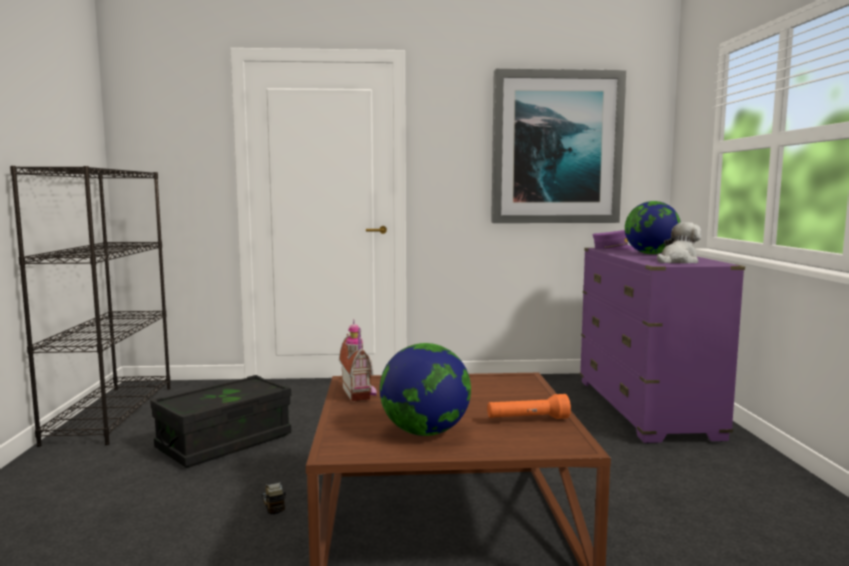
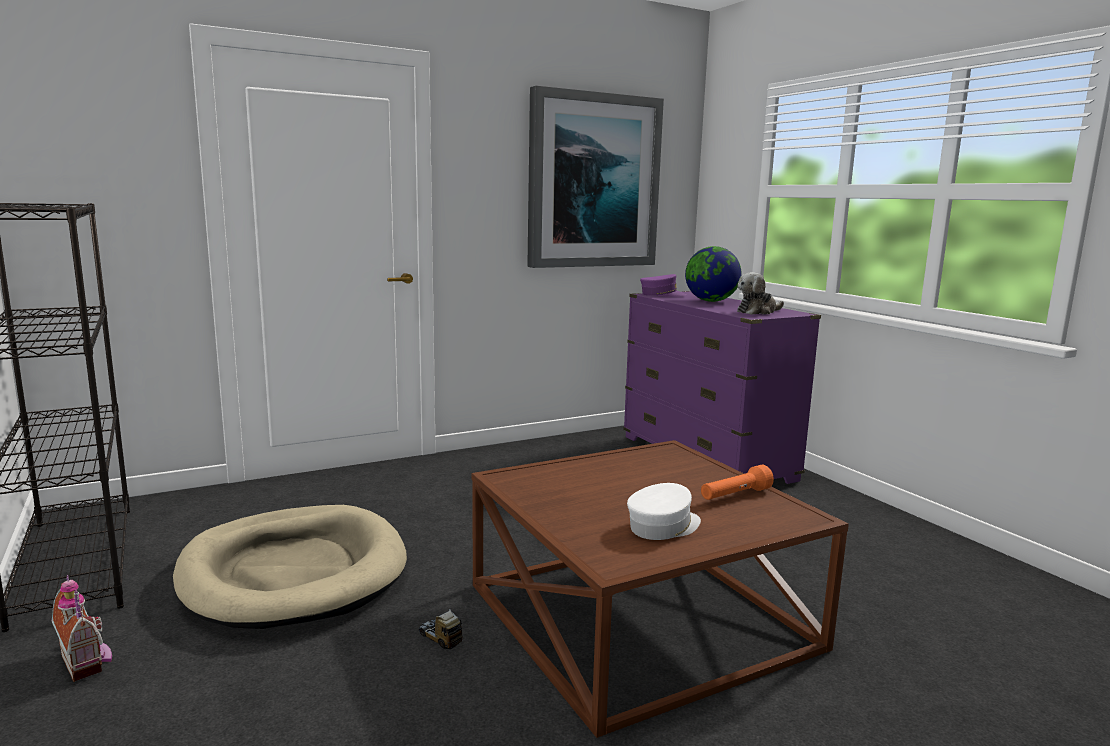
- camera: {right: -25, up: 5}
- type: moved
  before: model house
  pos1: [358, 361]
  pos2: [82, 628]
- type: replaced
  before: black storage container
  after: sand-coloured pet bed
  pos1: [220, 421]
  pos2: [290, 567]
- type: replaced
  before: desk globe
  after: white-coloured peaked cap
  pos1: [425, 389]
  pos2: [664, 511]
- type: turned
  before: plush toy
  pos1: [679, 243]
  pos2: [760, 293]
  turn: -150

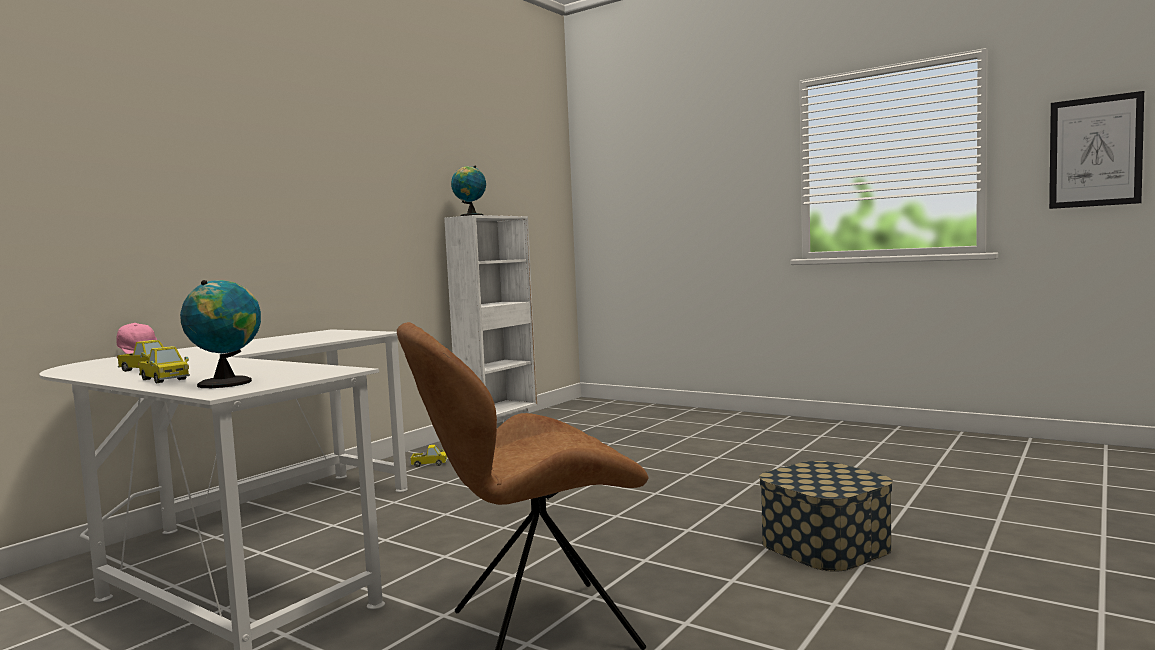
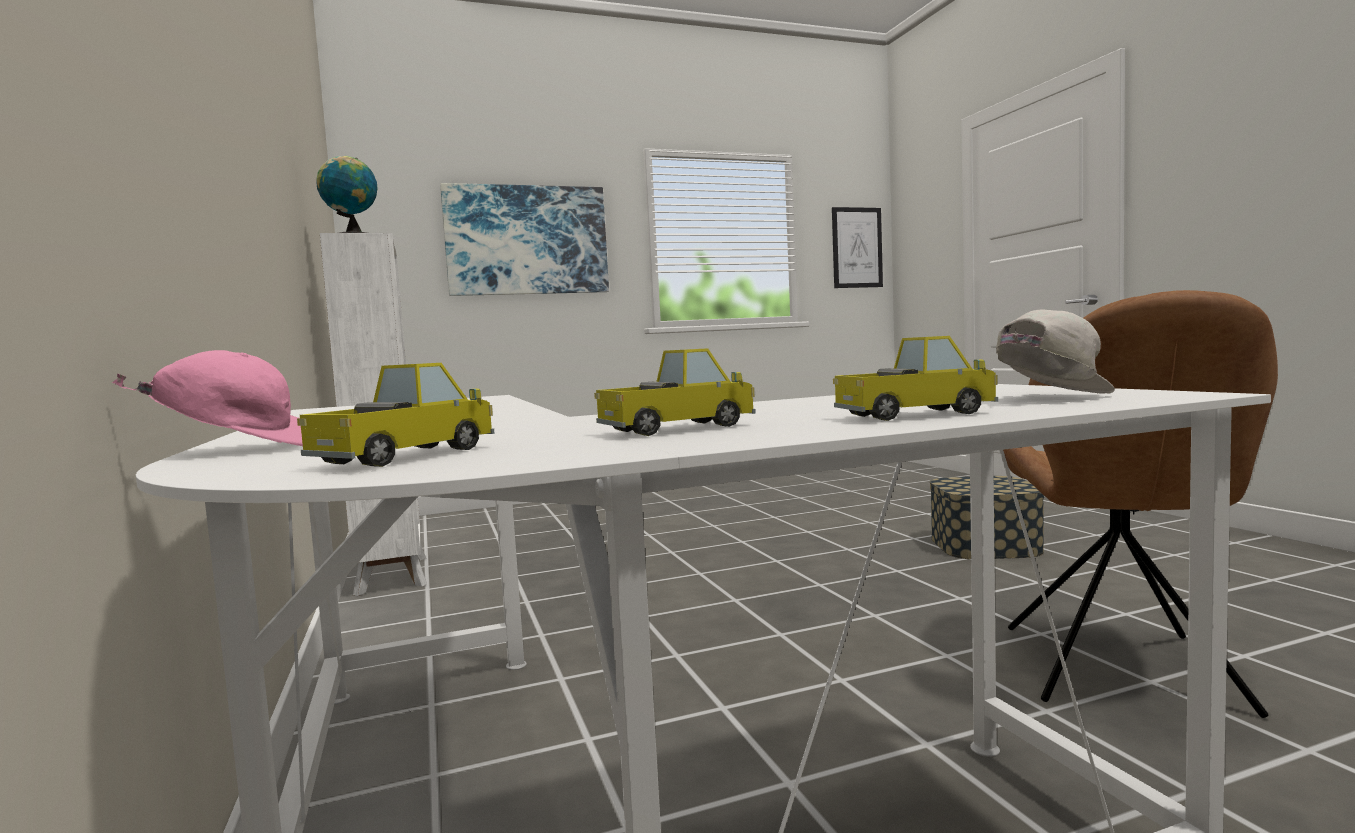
- camera: {right: -55, up: 0}
- type: moved
  before: toy truck
  pos1: [429, 456]
  pos2: [396, 415]
- type: added
  after: wall picture
  pos2: [524, 239]
- type: replaced
  before: desk globe
  after: white-coloured peaked cap
  pos1: [220, 334]
  pos2: [1055, 351]

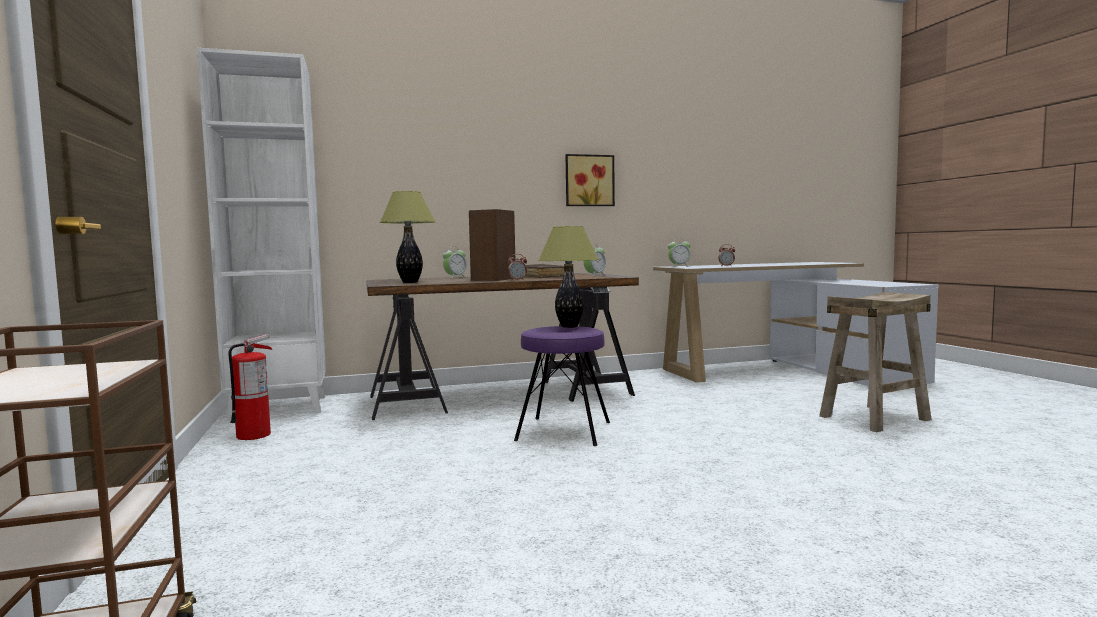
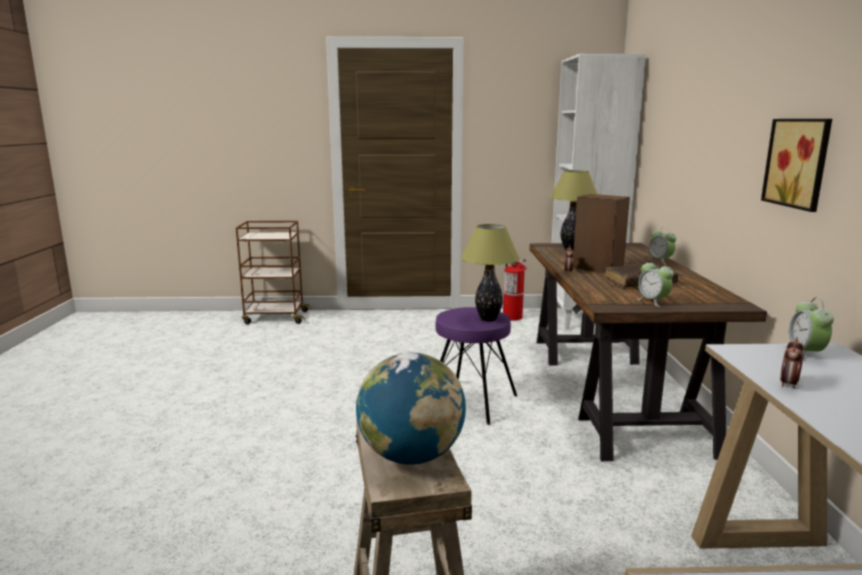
- camera: {right: 105, up: 10}
- type: added
  after: desk globe
  pos2: [411, 409]

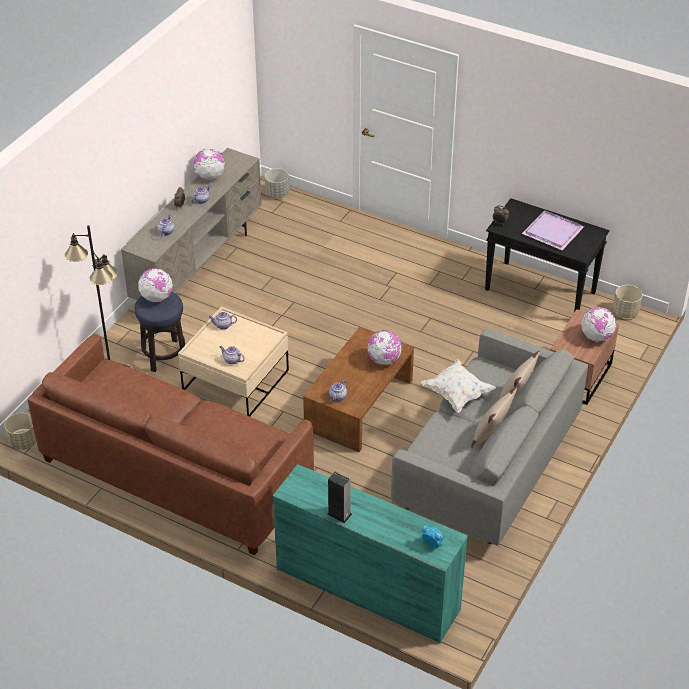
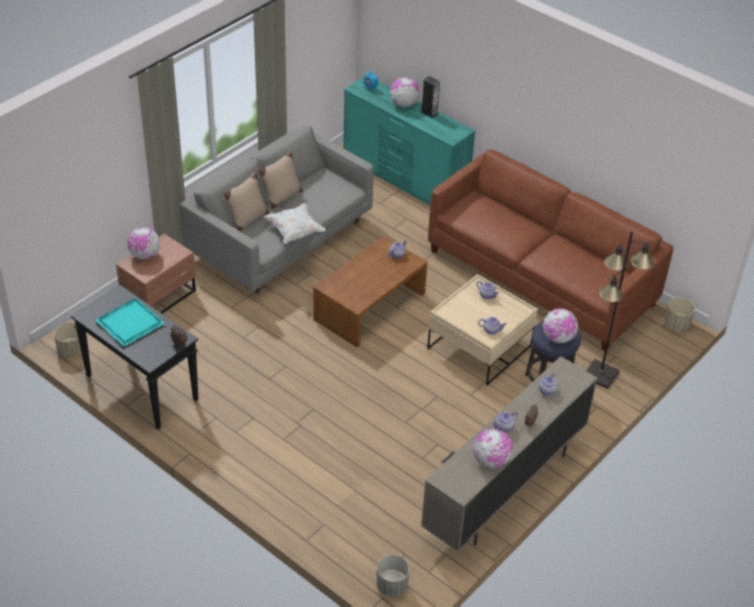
- camera: {right: -170, up: 0}
- type: recoloured
  before: purple-coloured serving tray
  after: turquoise-coloured serving tray
  pos1: [553, 230]
  pos2: [130, 322]
- type: moved
  before: desk globe
  pos1: [384, 347]
  pos2: [405, 92]

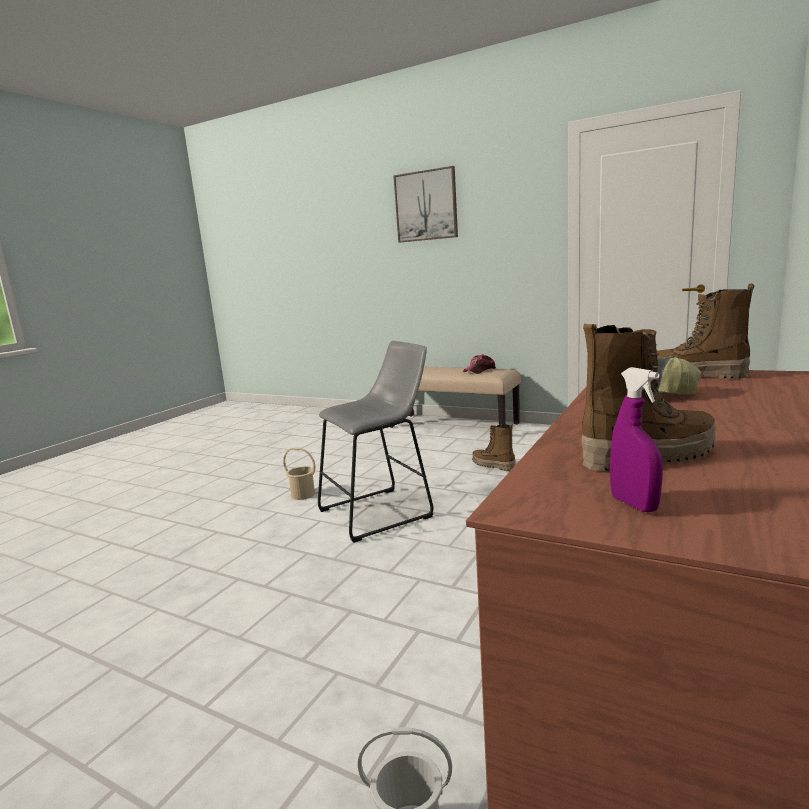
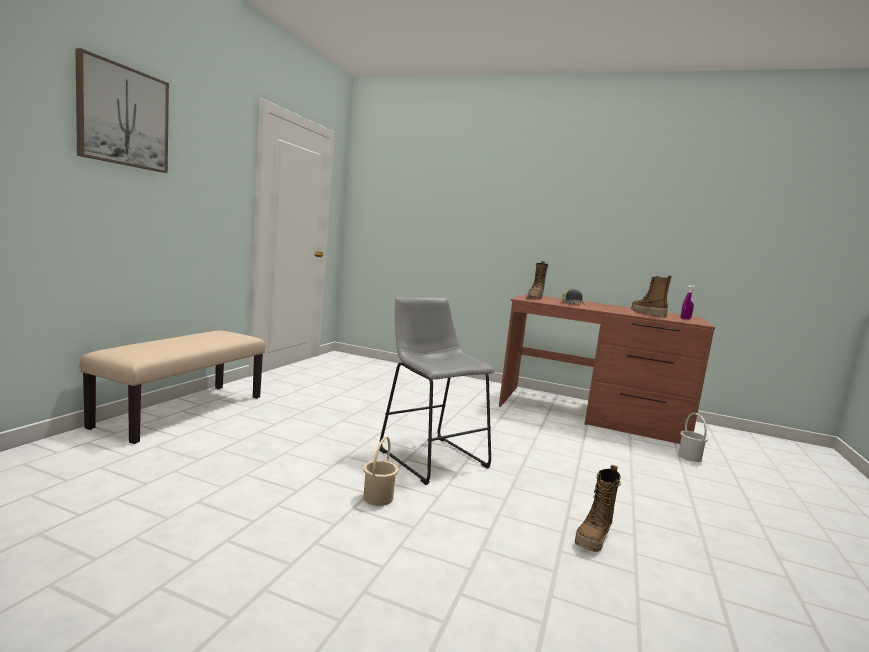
- camera: {right: -100, up: -5}
- type: moved
  before: boot
  pos1: [494, 447]
  pos2: [598, 508]
- type: removed
  before: peaked cap
  pos1: [479, 364]

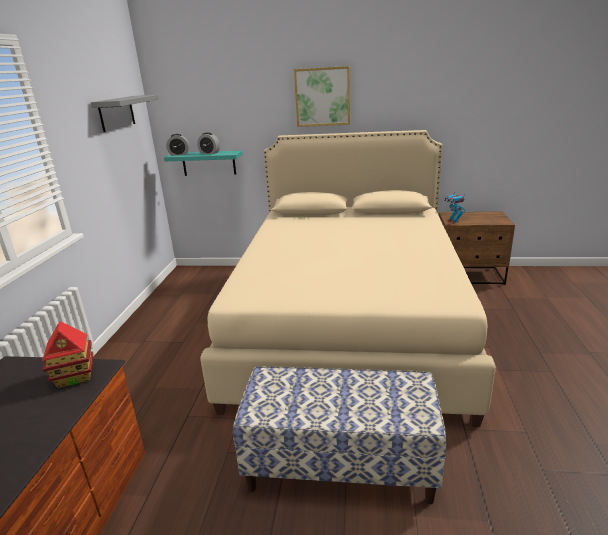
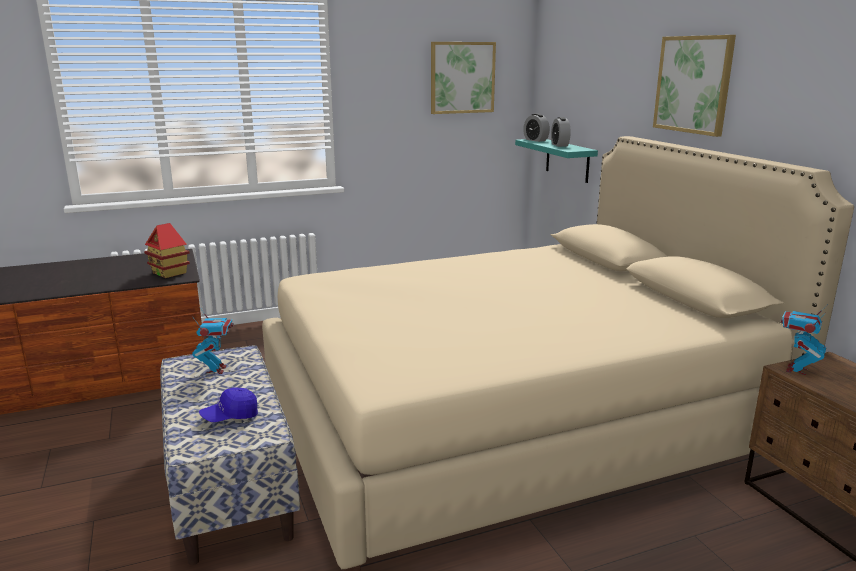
- camera: {right: 60, up: -5}
- type: added
  after: model robot
  pos2: [213, 341]
- type: added
  after: bluish peaked cap
  pos2: [228, 404]
- type: replaced
  before: gray shelf
  after: wall picture
  pos1: [125, 113]
  pos2: [463, 78]

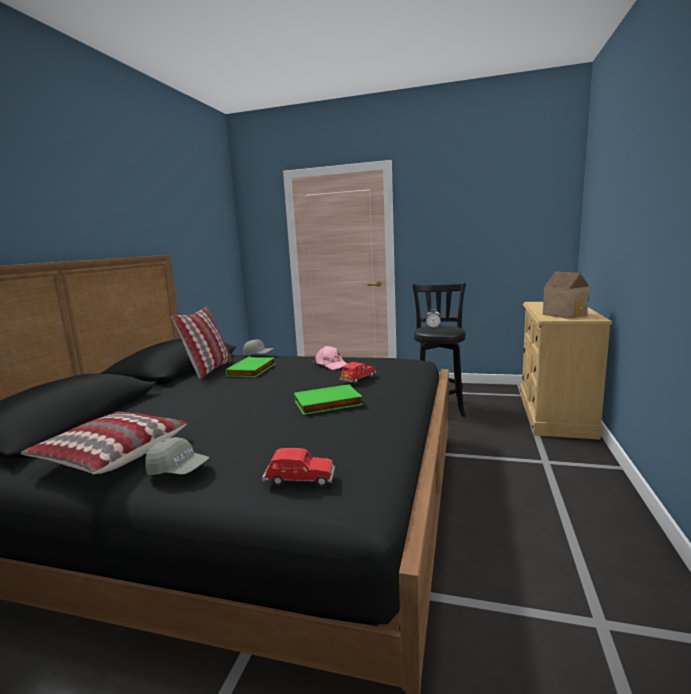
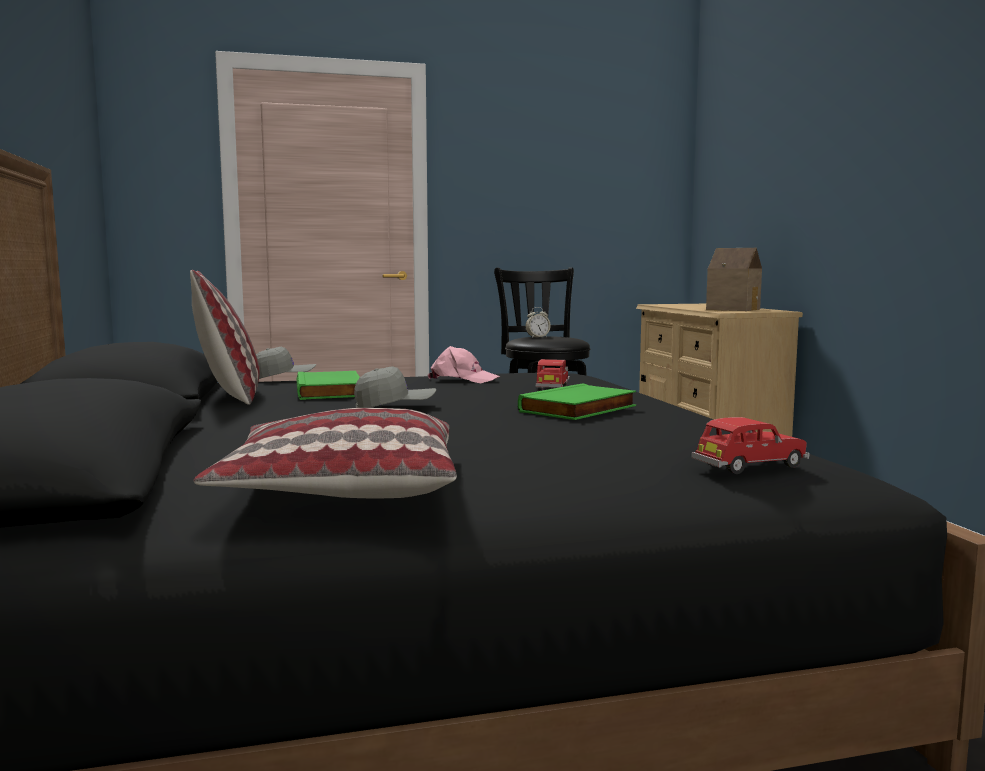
- camera: {right: -30, up: -5}
- type: moved
  before: gray peaked cap
  pos1: [177, 456]
  pos2: [395, 387]

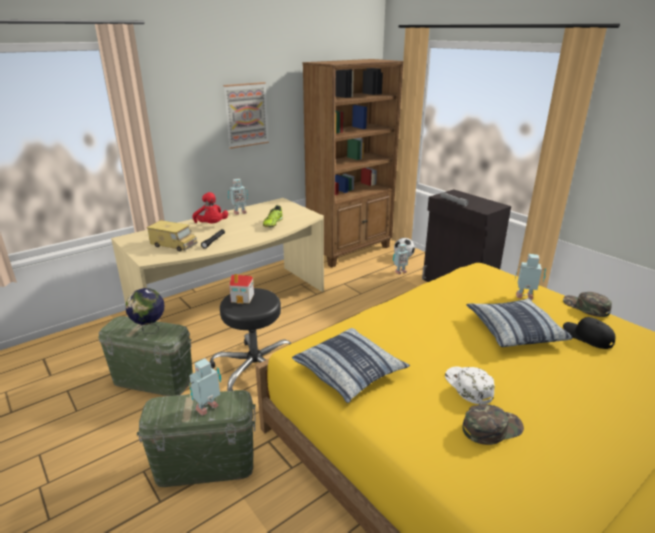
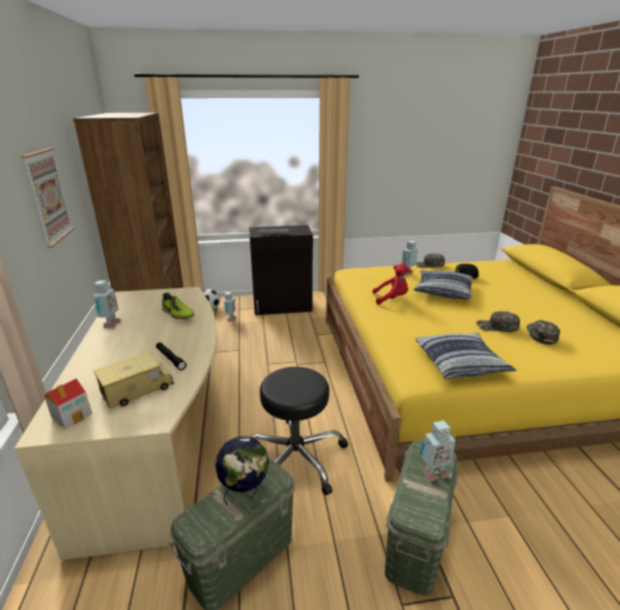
- camera: {right: -60, up: 0}
- type: moved
  before: model house
  pos1: [241, 289]
  pos2: [68, 403]
- type: moved
  before: reddish plush toy
  pos1: [210, 208]
  pos2: [391, 284]
- type: turned
  before: model robot
  pos1: [205, 387]
  pos2: [438, 451]
  turn: -90
- type: recoloured
  before: white-coloured peaked cap
  after: green peaked cap
  pos1: [470, 385]
  pos2: [498, 321]

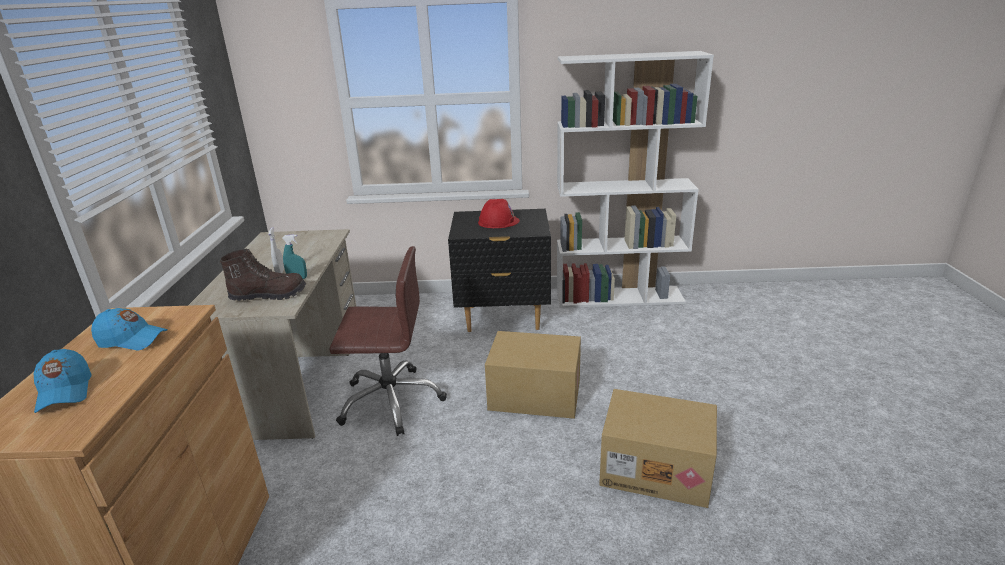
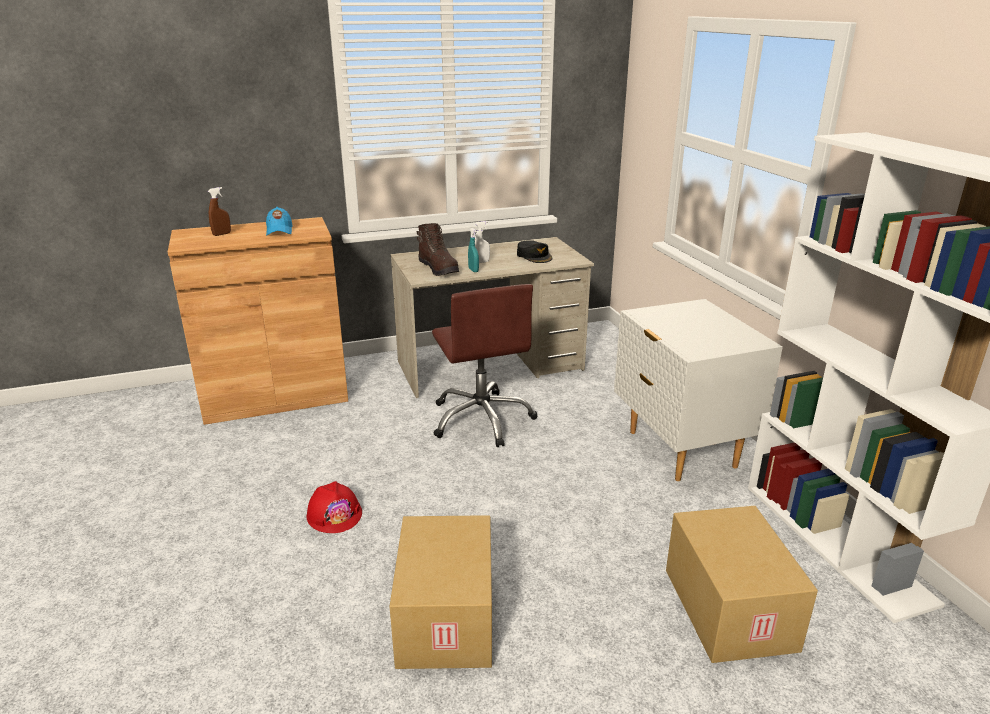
- camera: {right: 70, up: 0}
- type: replaced
  before: bluish peaked cap
  after: brownish hand sprayer
  pos1: [63, 381]
  pos2: [219, 211]
- type: moved
  before: reddish work helmet
  pos1: [499, 213]
  pos2: [334, 507]
- type: added
  after: black peaked cap
  pos2: [535, 251]
- type: recoloured
  before: black nightstand
  after: white-coloured nightstand
  pos1: [499, 270]
  pos2: [698, 390]
- type: moved
  before: packing box
  pos1: [533, 375]
  pos2: [742, 584]

